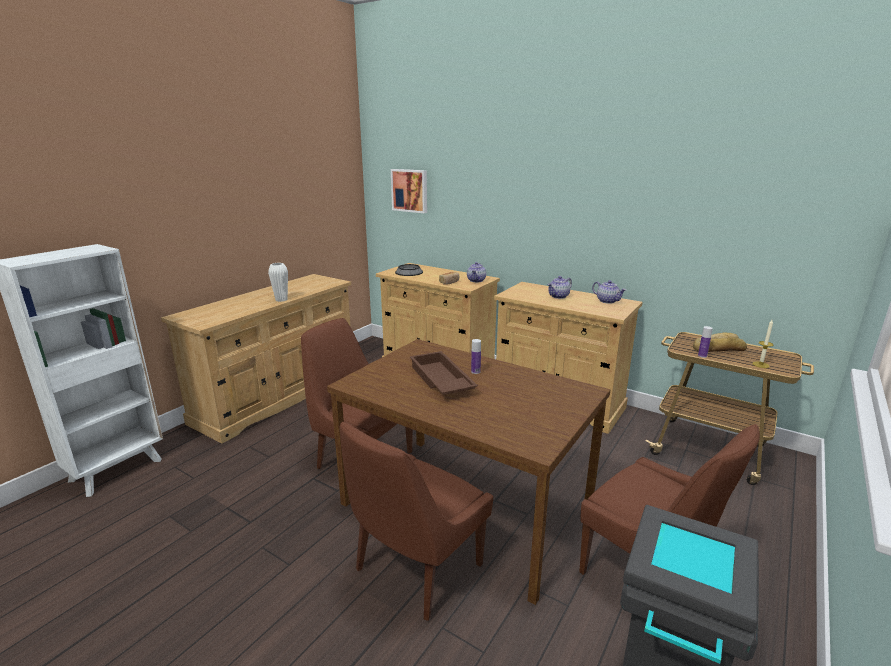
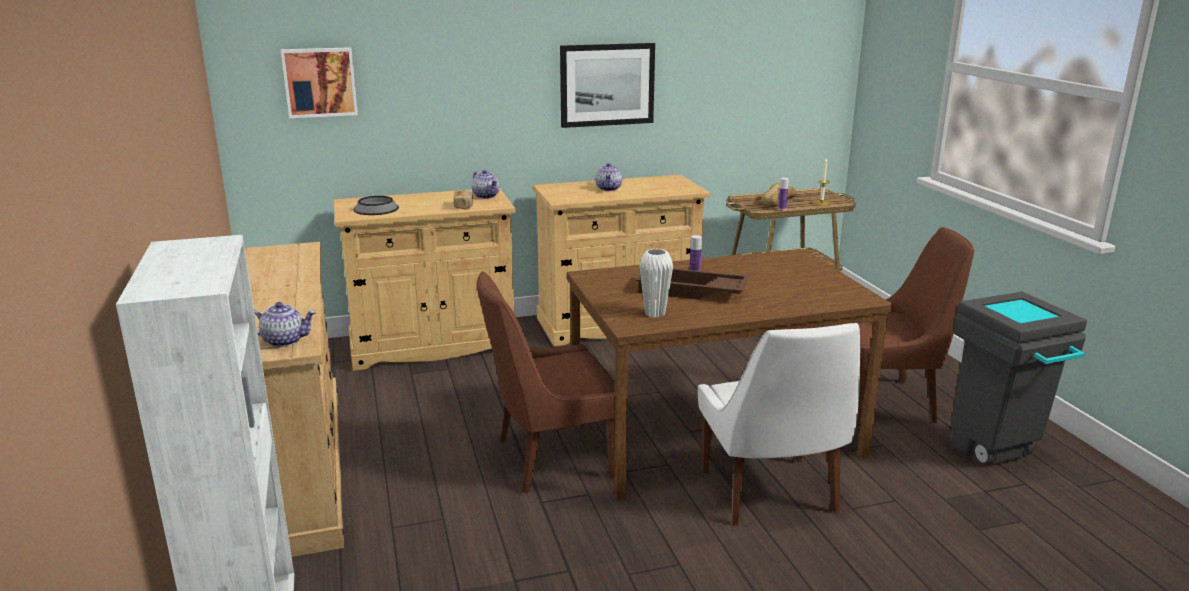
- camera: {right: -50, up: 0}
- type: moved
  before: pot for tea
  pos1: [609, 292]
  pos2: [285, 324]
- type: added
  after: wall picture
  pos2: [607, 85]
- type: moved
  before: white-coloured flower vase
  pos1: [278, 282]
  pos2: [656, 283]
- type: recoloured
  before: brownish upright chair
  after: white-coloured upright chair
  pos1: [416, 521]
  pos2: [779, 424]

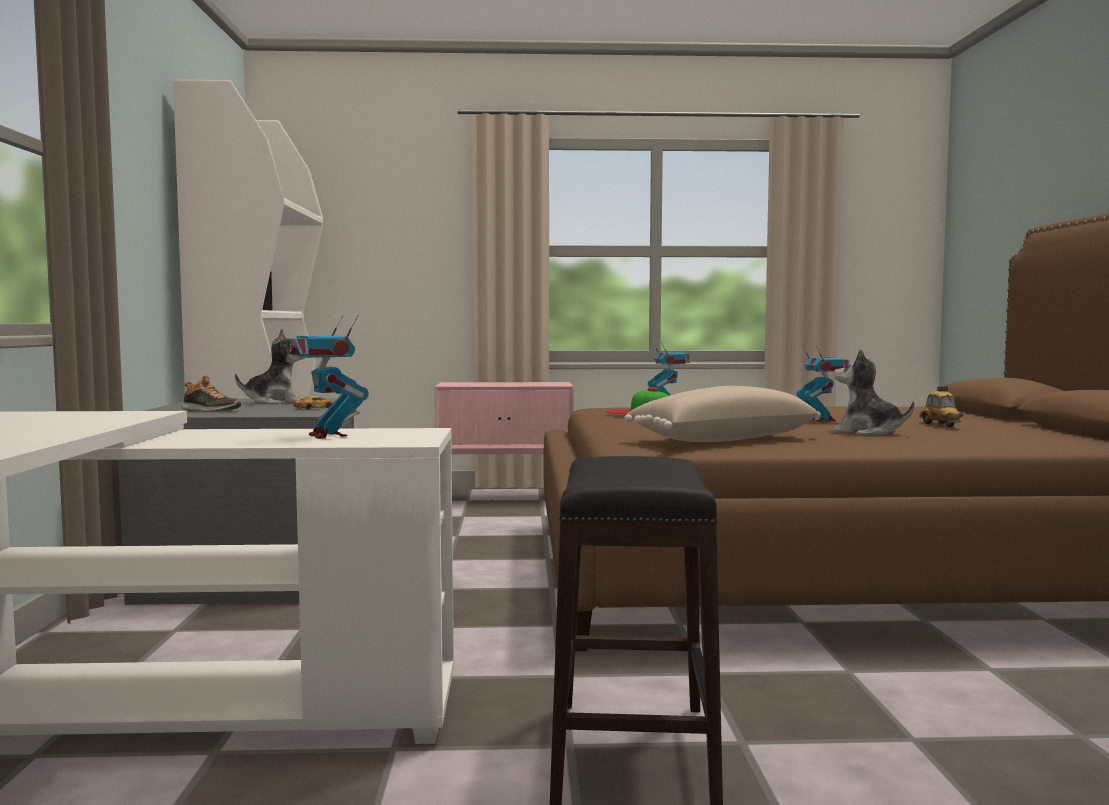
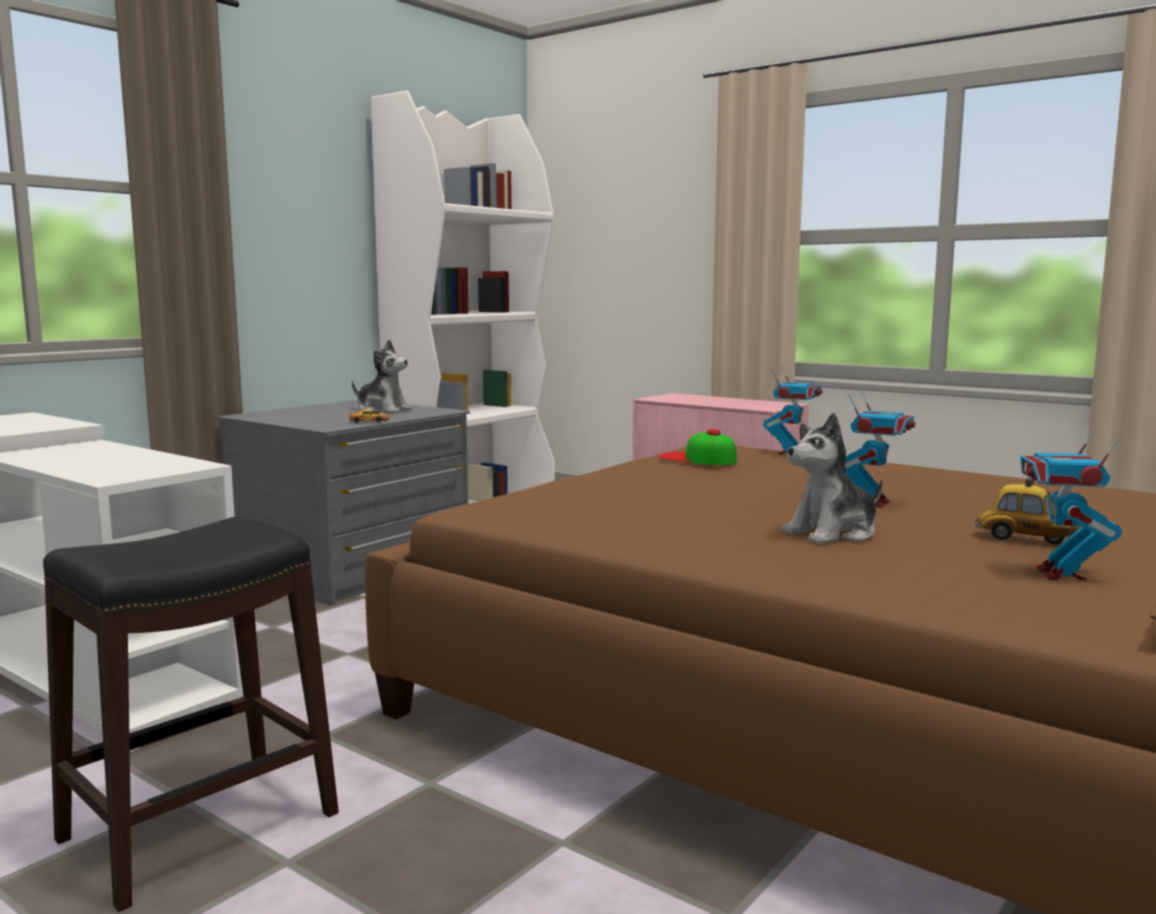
- camera: {right: 40, up: 5}
- type: turned
  before: plush toy
  pos1: [873, 392]
  pos2: [832, 478]
  turn: -105
- type: turned
  before: model car
  pos1: [941, 406]
  pos2: [1027, 510]
  turn: -90
- type: moved
  before: model robot
  pos1: [327, 377]
  pos2: [1071, 504]
- type: removed
  before: shoe
  pos1: [211, 393]
- type: removed
  before: sand-coloured pillow
  pos1: [722, 414]

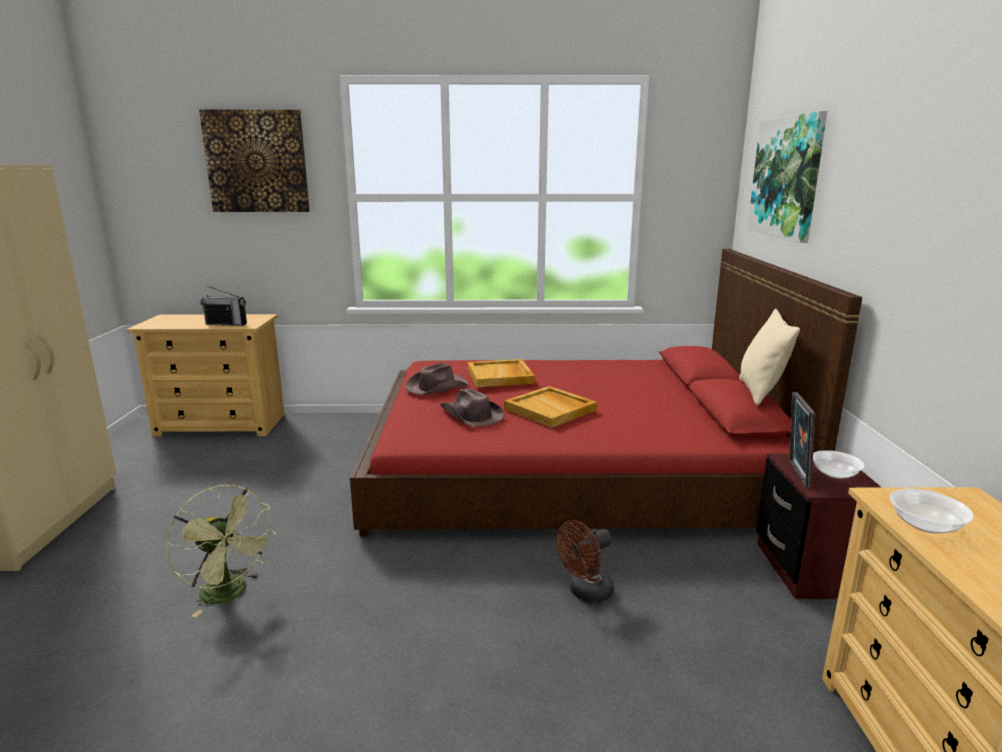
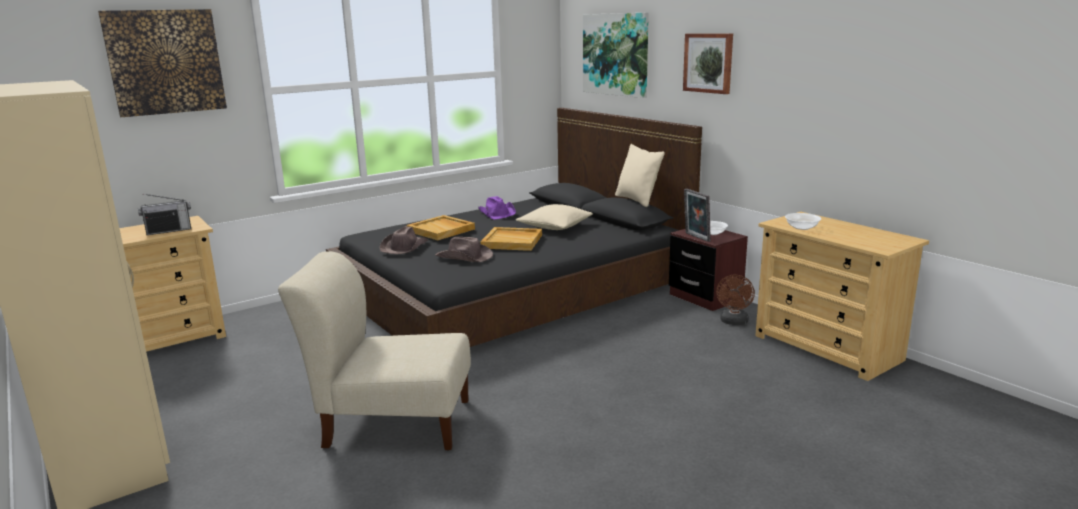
- camera: {right: -35, up: 0}
- type: replaced
  before: green fan
  after: sand-coloured upright chair
  pos1: [221, 551]
  pos2: [374, 350]
- type: recoloured
  before: reddish sleeping bed
  after: black sleeping bed
  pos1: [606, 392]
  pos2: [514, 227]
- type: added
  after: purple-coloured hat
  pos2: [497, 208]
- type: added
  after: sand-coloured pillow
  pos2: [554, 217]
- type: added
  after: wall picture
  pos2: [708, 63]
- type: moved
  before: brownish fan
  pos1: [585, 561]
  pos2: [735, 300]

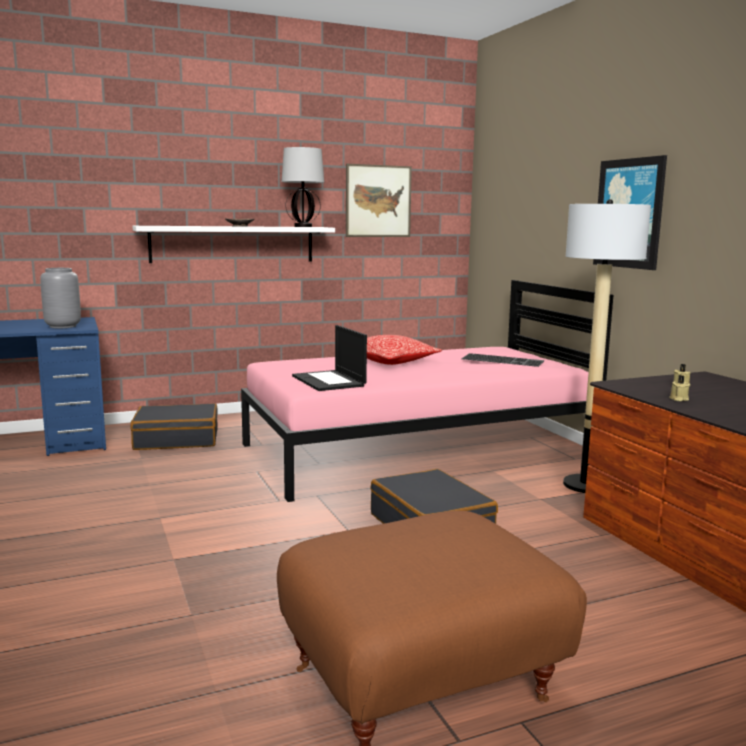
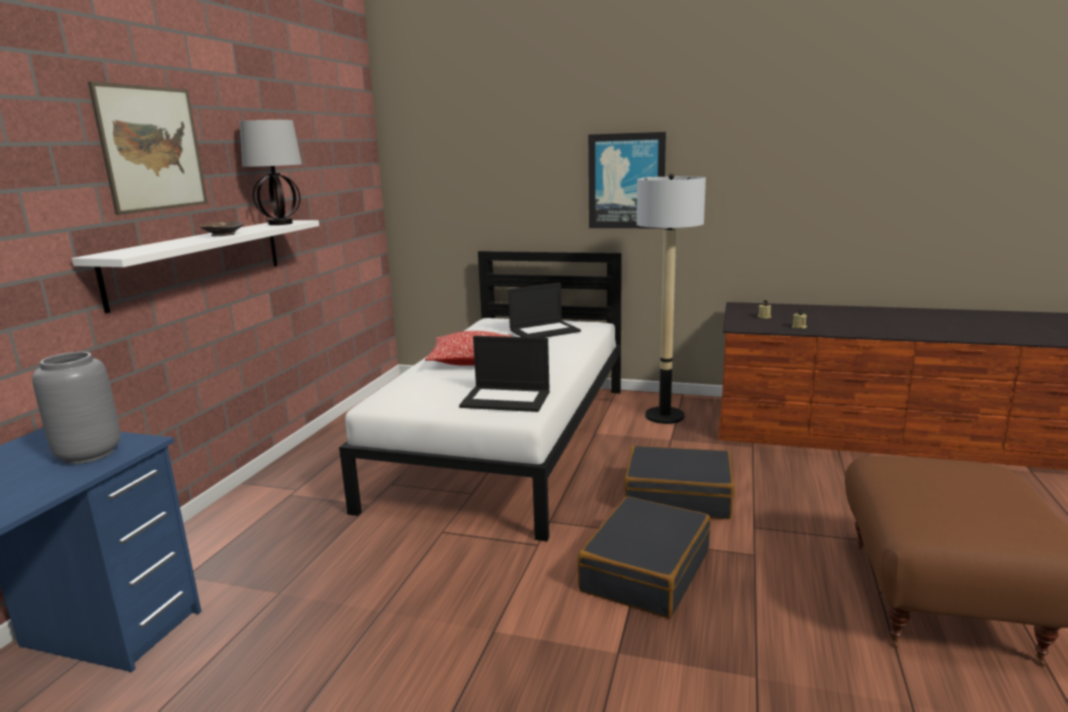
- camera: {right: -50, up: 5}
- type: moved
  before: wall picture
  pos1: [379, 200]
  pos2: [148, 148]
- type: recoloured
  before: pinkish sleeping bed
  after: white-coloured sleeping bed
  pos1: [427, 391]
  pos2: [480, 396]
- type: replaced
  before: PC keyboard
  after: laptop
  pos1: [503, 360]
  pos2: [544, 310]
- type: moved
  before: black piece of luggage
  pos1: [174, 426]
  pos2: [644, 557]

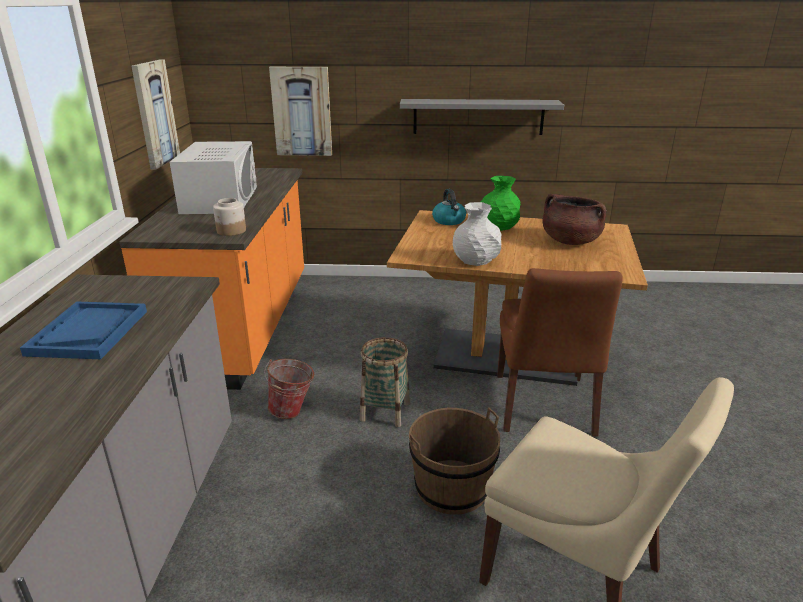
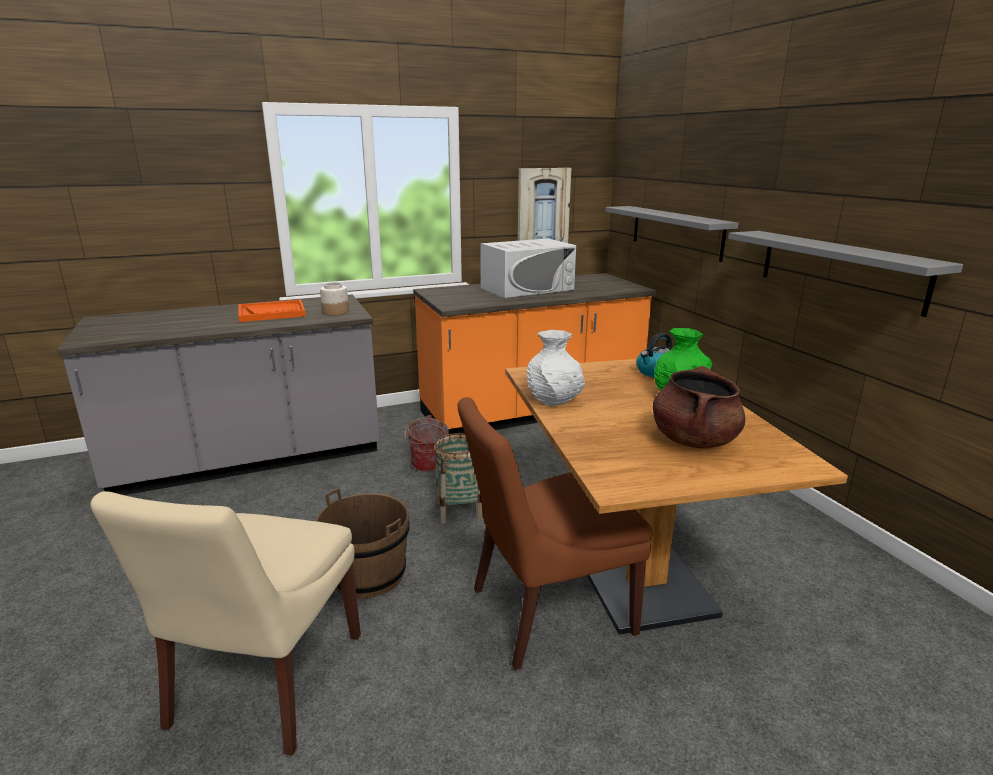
- camera: {right: 65, up: -5}
- type: recoloured
  before: bluish serving tray
  after: orange-coloured serving tray
  pos1: [83, 330]
  pos2: [272, 310]
- type: moved
  before: jar
  pos1: [229, 217]
  pos2: [334, 298]
- type: replaced
  before: wall picture
  after: gray shelf
  pos1: [300, 111]
  pos2: [672, 234]

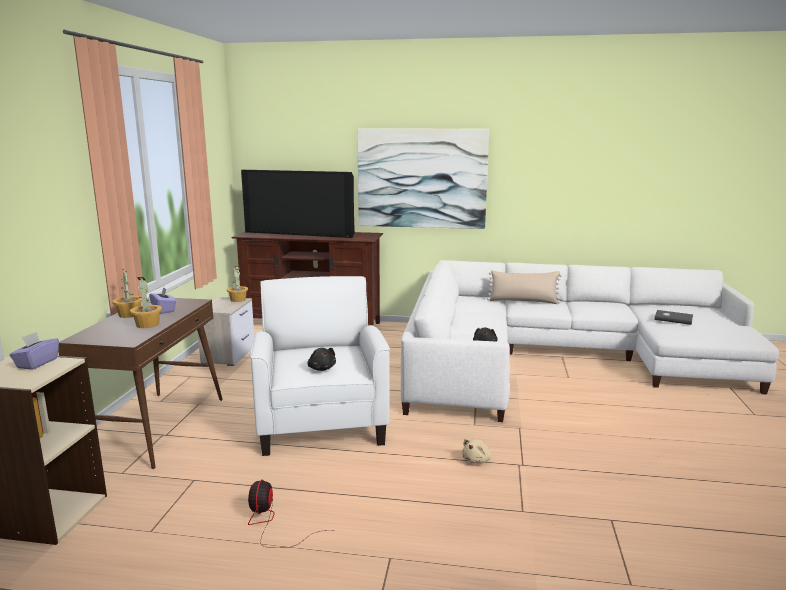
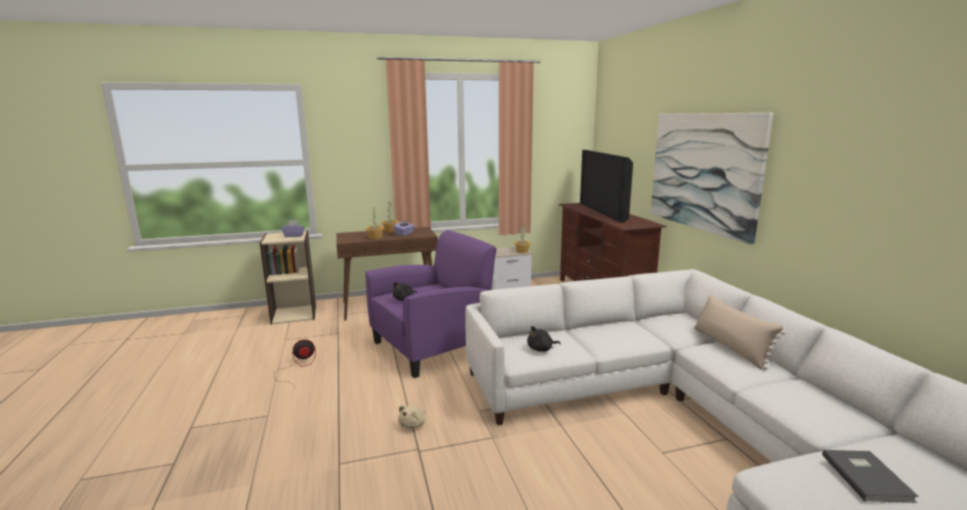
- camera: {right: 65, up: 0}
- type: recoloured
  before: white-coloured easy chair
  after: purple-coloured easy chair
  pos1: [320, 366]
  pos2: [430, 304]
- type: turned
  before: sand-coloured plush toy
  pos1: [476, 451]
  pos2: [412, 417]
  turn: -75

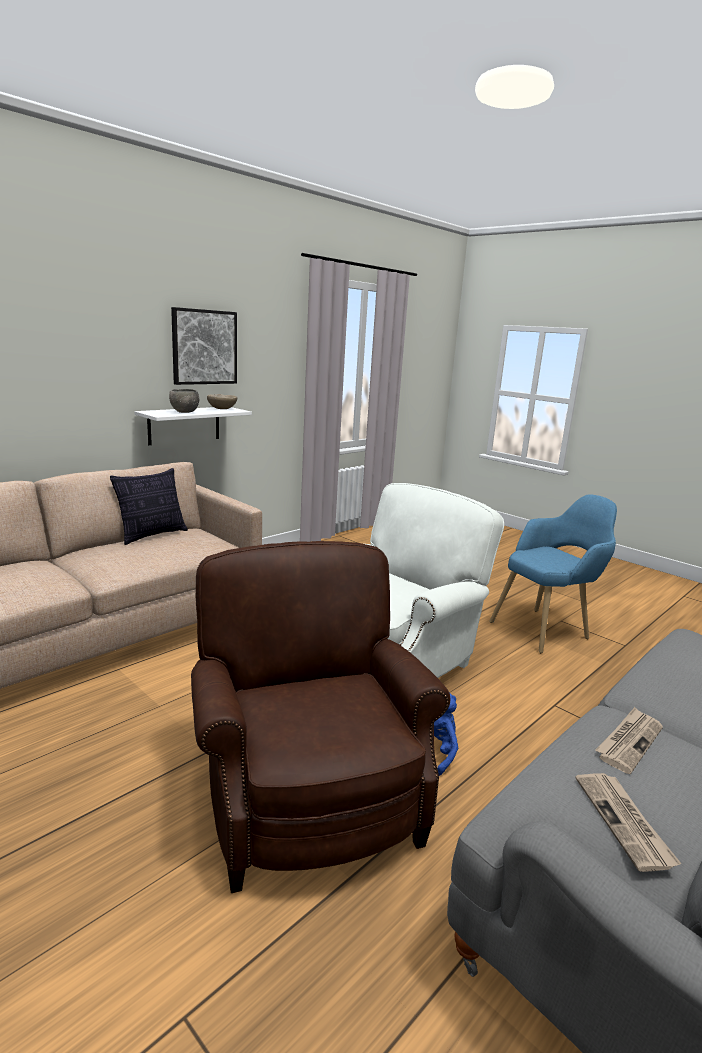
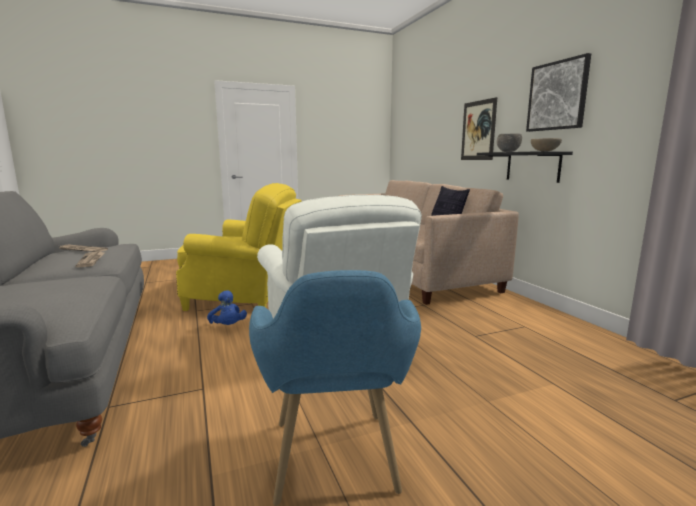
- camera: {right: 115, up: -5}
- type: recoloured
  before: brownish easy chair
  after: yellow-coloured easy chair
  pos1: [320, 717]
  pos2: [239, 247]
- type: added
  after: wall picture
  pos2: [479, 128]
- type: recoloured
  before: white-coloured shelf
  after: black shelf
  pos1: [193, 426]
  pos2: [525, 167]

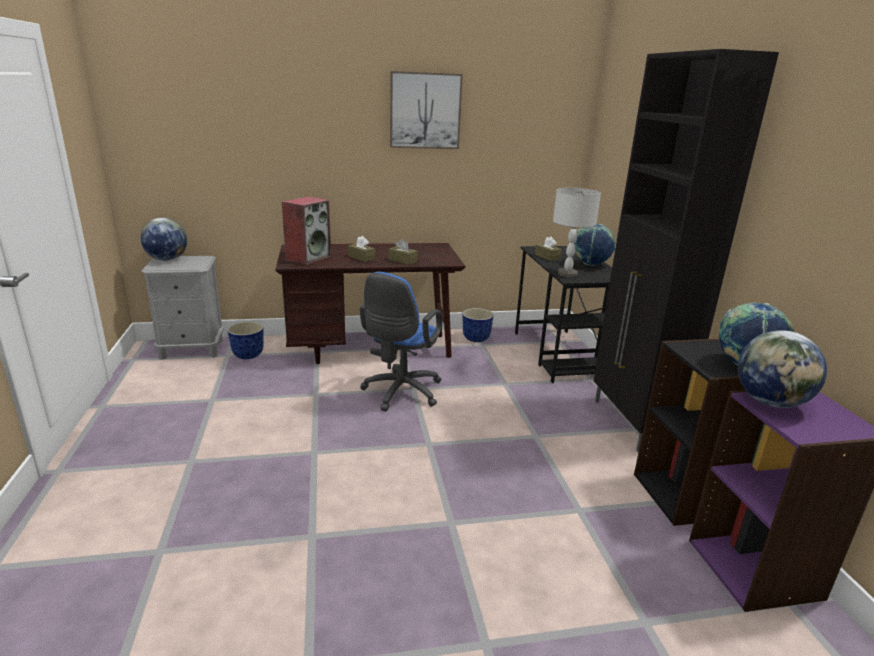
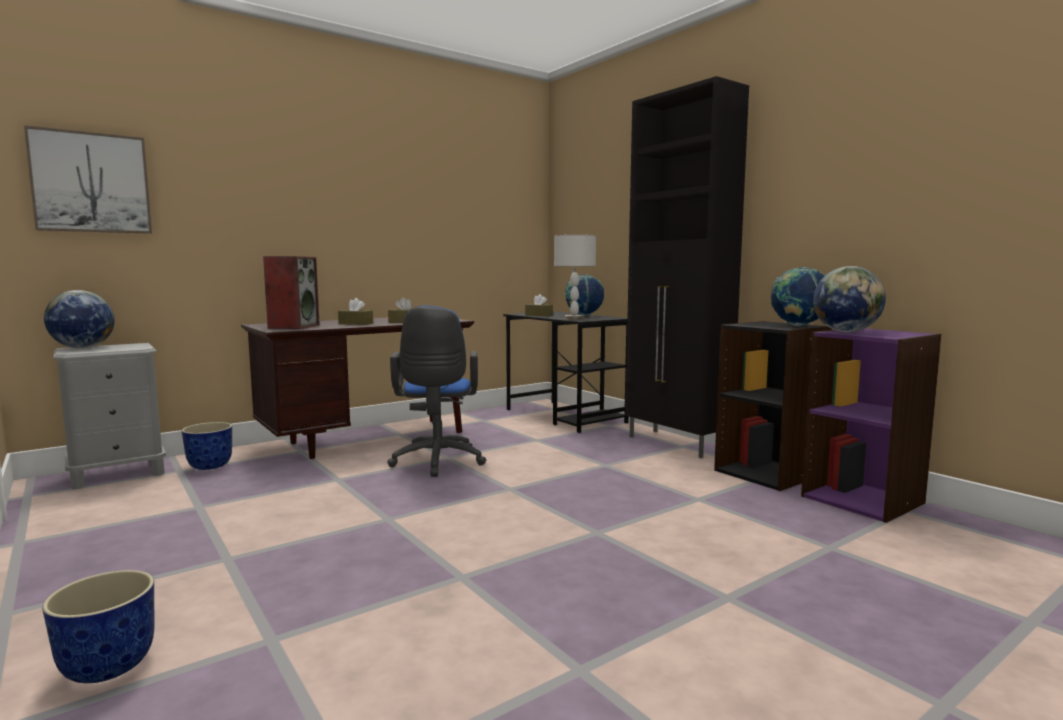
- camera: {right: -25, up: -15}
- type: moved
  before: wall picture
  pos1: [426, 110]
  pos2: [88, 179]
- type: moved
  before: flower pot
  pos1: [478, 325]
  pos2: [98, 626]

